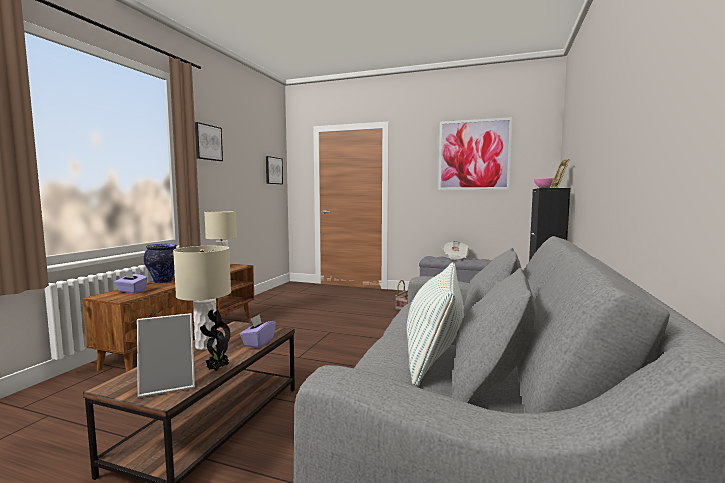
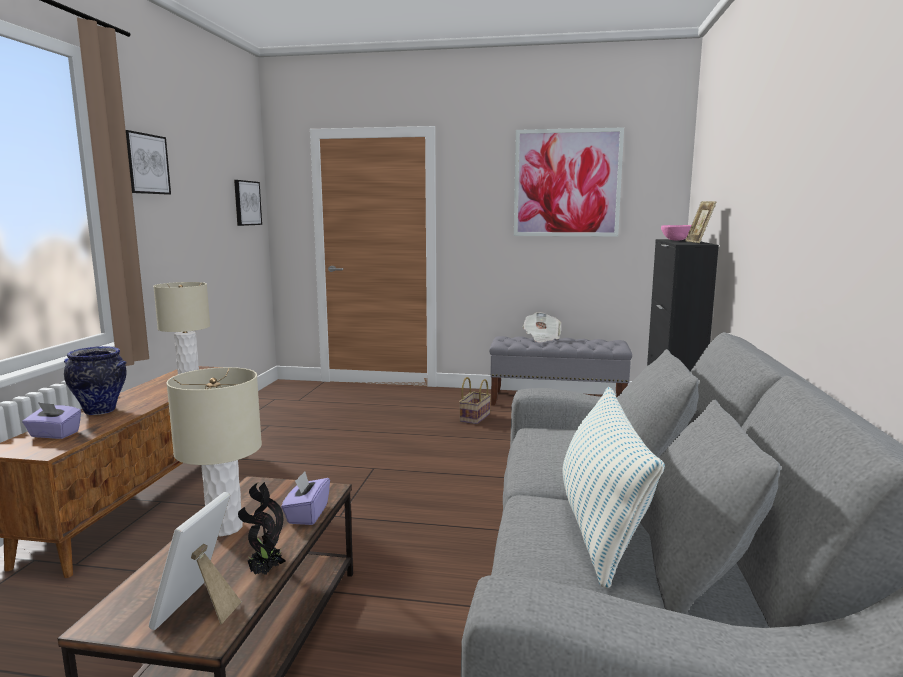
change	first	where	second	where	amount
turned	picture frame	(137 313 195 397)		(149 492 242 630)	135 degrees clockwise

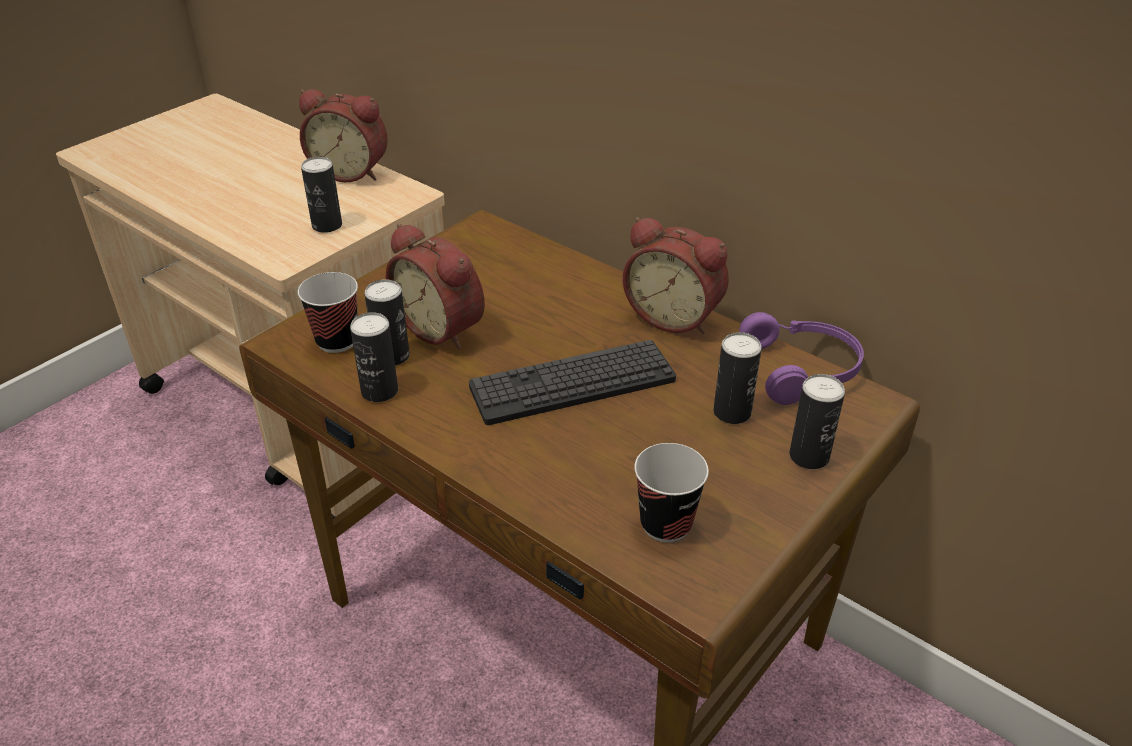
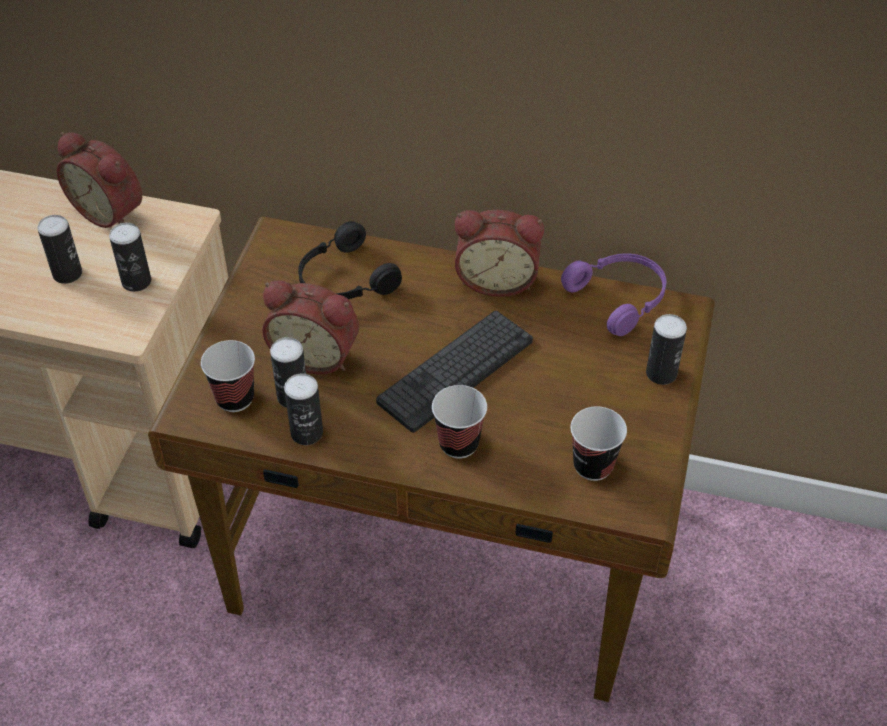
change	first	where	second	where	amount
turned	alarm clock	(299 89 388 182)		(57 132 142 228)	45 degrees clockwise
moved	can	(714 332 762 424)		(37 215 82 284)	
added			black headphones	(298 221 402 299)	
added			cup	(432 385 487 458)	

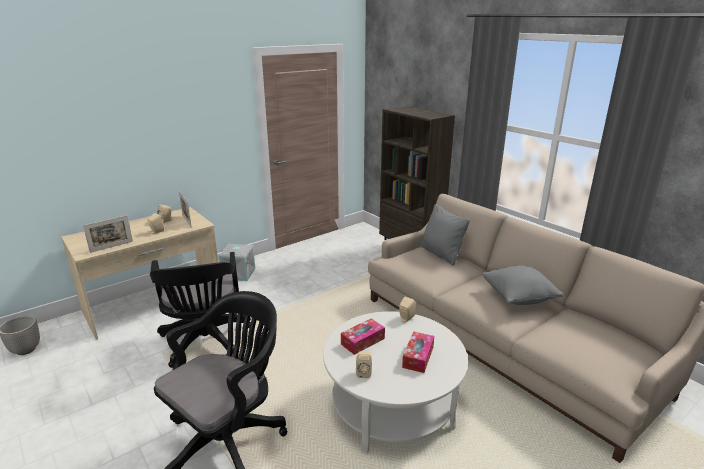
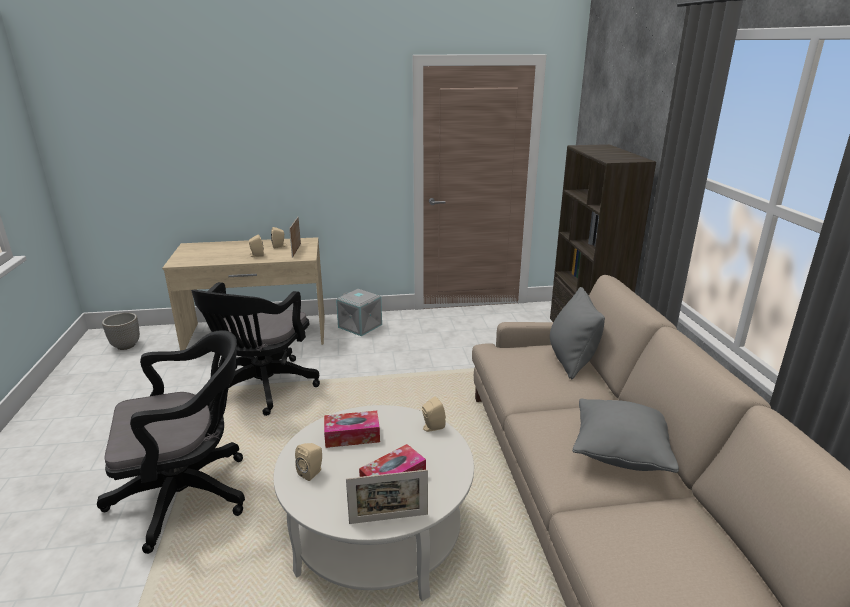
change	first	where	second	where	amount
moved	picture frame	(83 215 133 253)		(346 469 428 524)	

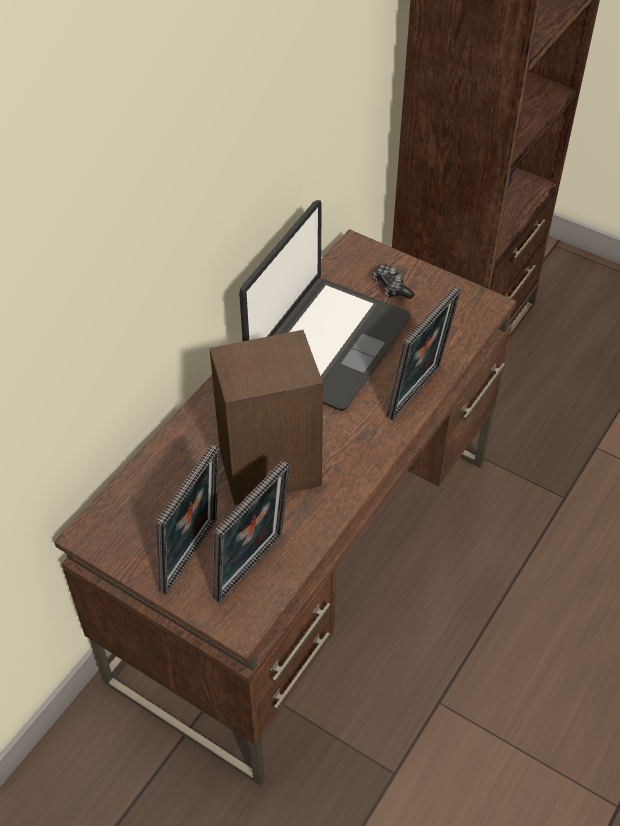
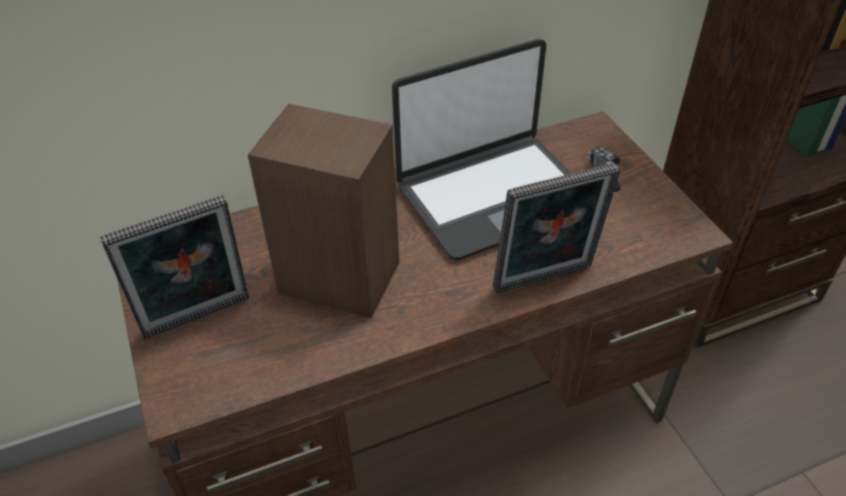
change	first	where	second	where	amount
removed	picture frame	(213 460 290 603)			

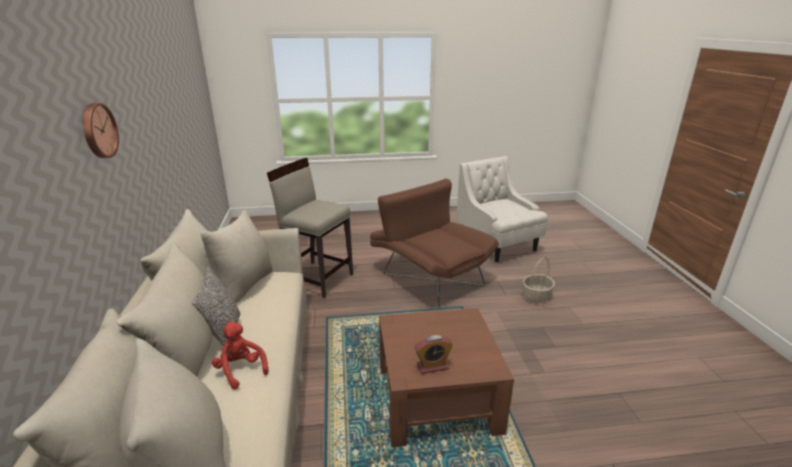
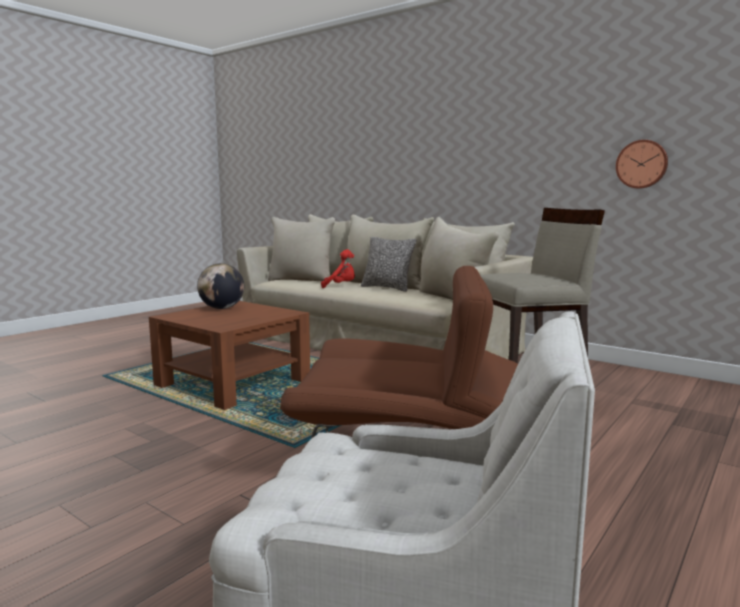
change	first	where	second	where	amount
moved	wall clock	(83 103 119 158)		(616 140 668 189)	
removed	basket	(522 257 555 302)			
replaced	alarm clock	(414 335 453 374)	globe	(197 263 244 309)	

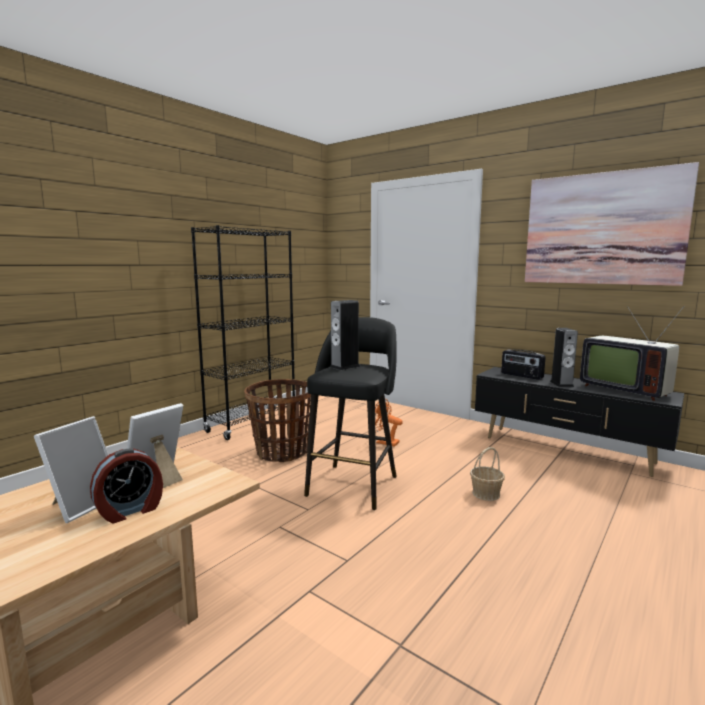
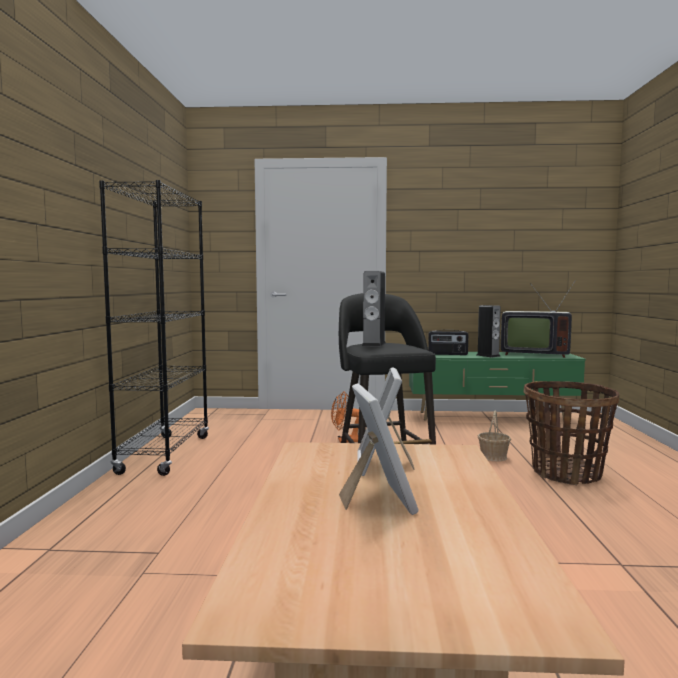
change	first	where	second	where	amount
removed	picture	(525 162 699 286)			
recoloured	black tv stand	(475 367 684 477)	green tv stand	(409 352 585 421)	
moved	basket	(244 379 311 462)		(524 381 619 485)	
removed	alarm clock	(90 448 163 523)			

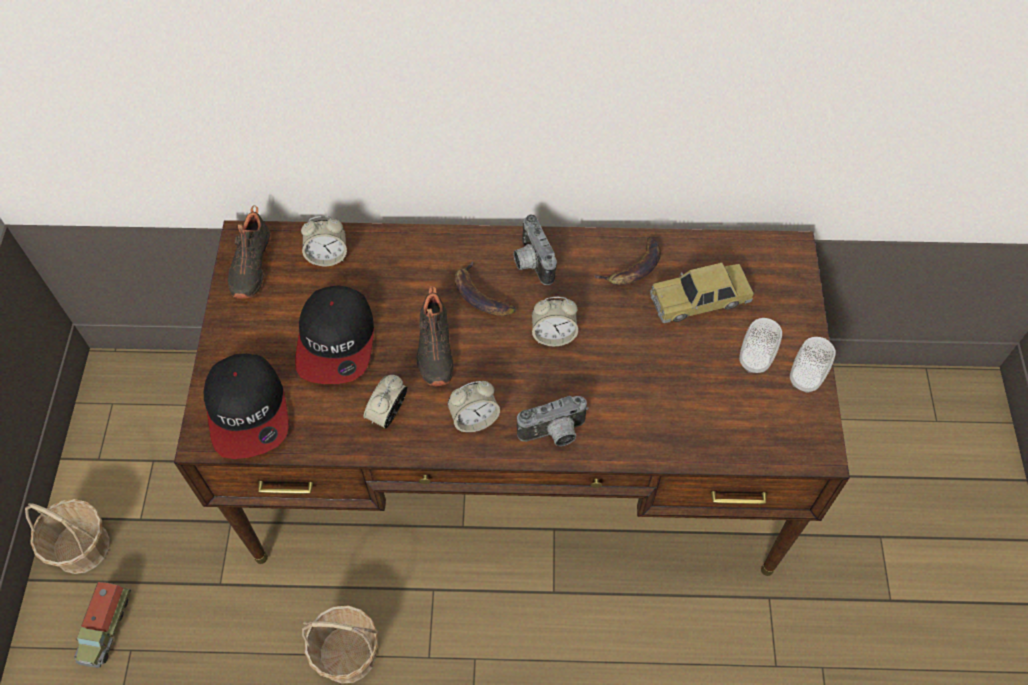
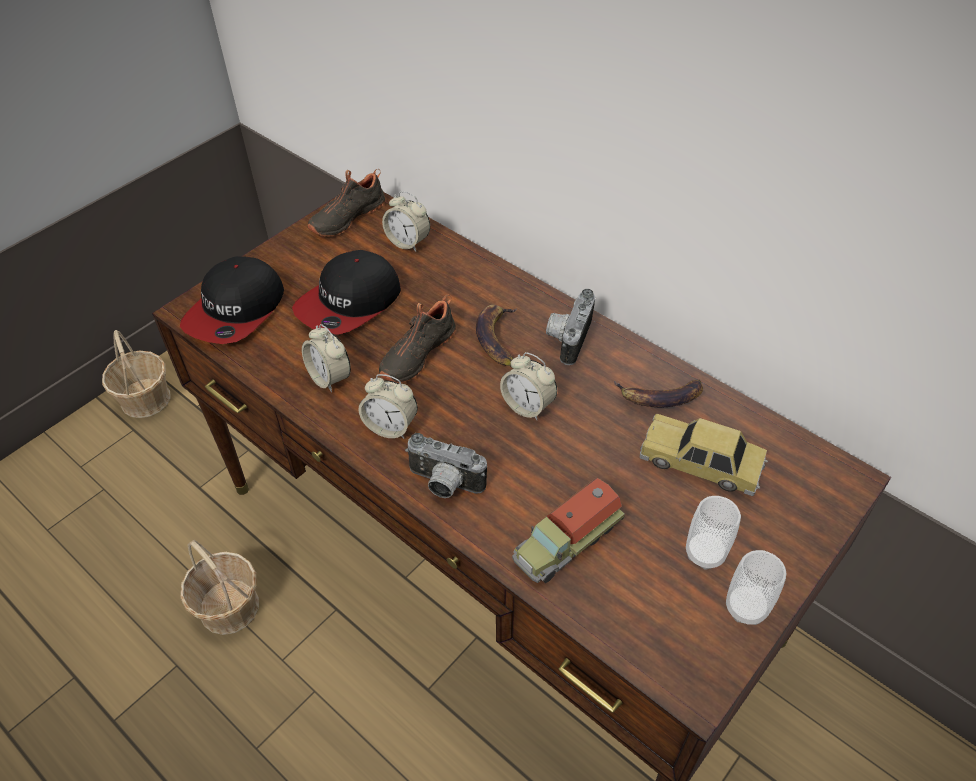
change	first	where	second	where	amount
turned	alarm clock	(363 375 408 429)		(302 324 351 392)	105 degrees counterclockwise
moved	toy truck	(74 582 131 668)		(512 478 625 583)	

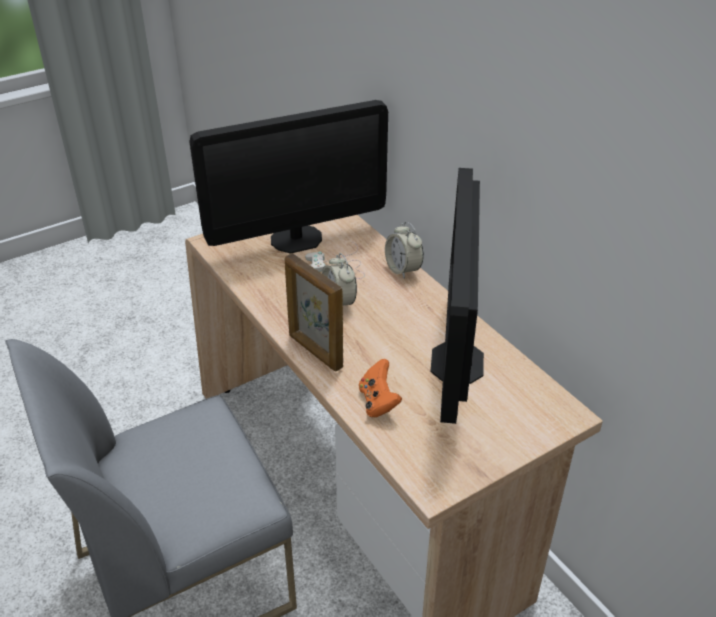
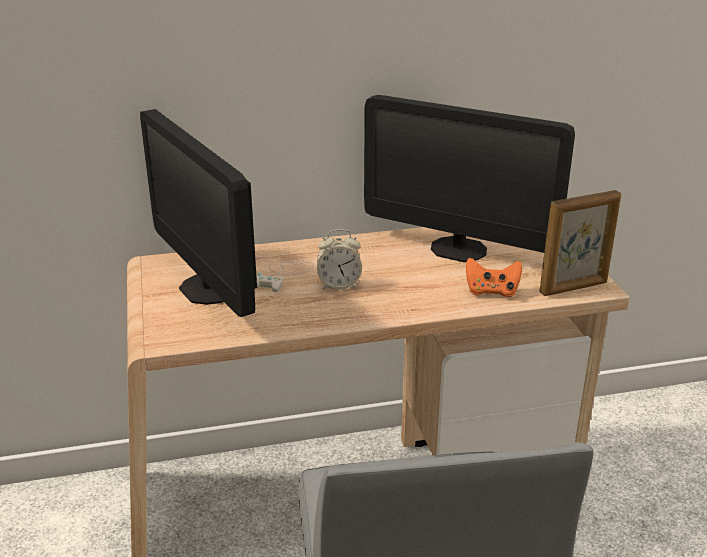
change	first	where	second	where	amount
turned	monitor	(189 100 388 254)		(140 109 257 317)	150 degrees clockwise
removed	alarm clock	(385 222 424 279)			
moved	picture frame	(285 253 343 371)		(539 190 621 296)	

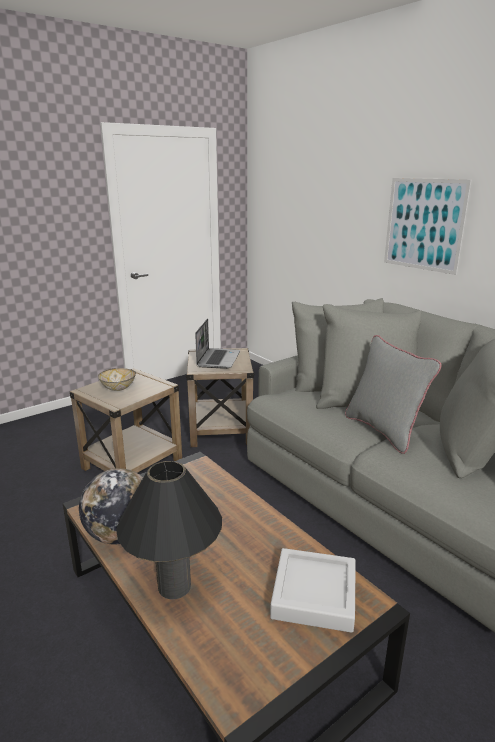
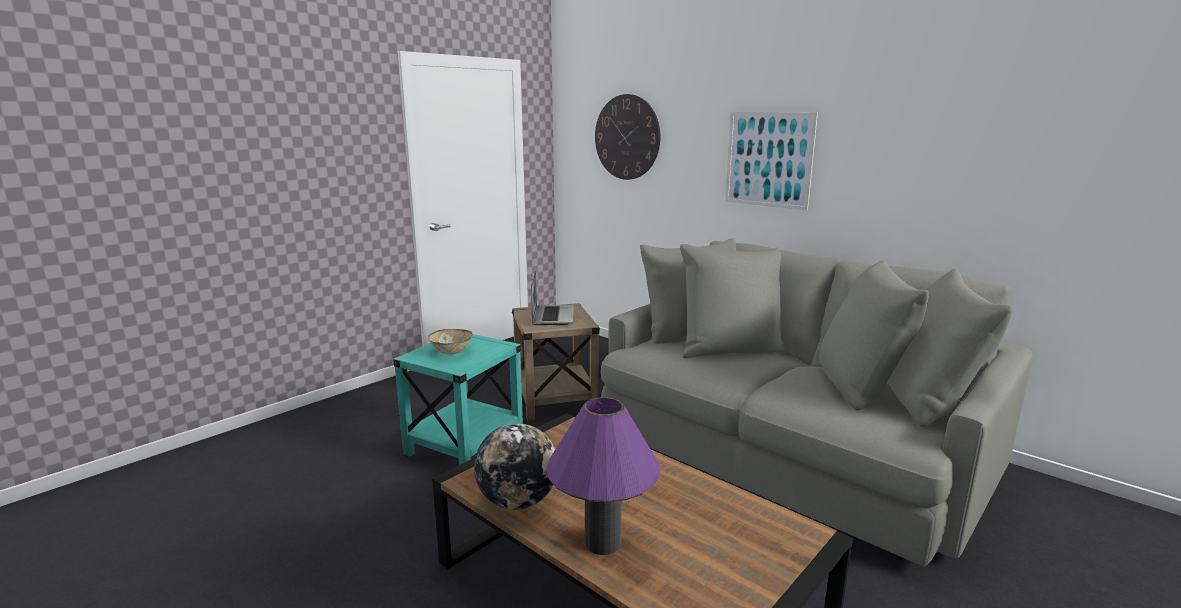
change	first	where	second	where	amount
removed	grey pillow	(345 335 442 454)			
recoloured	beige side table	(70 368 182 473)	turquoise side table	(393 334 523 465)	
recoloured	black table lamp	(116 461 222 599)	purple table lamp	(546 397 660 555)	
removed	grey tray	(270 548 356 633)			
added			wall clock	(595 94 660 180)	

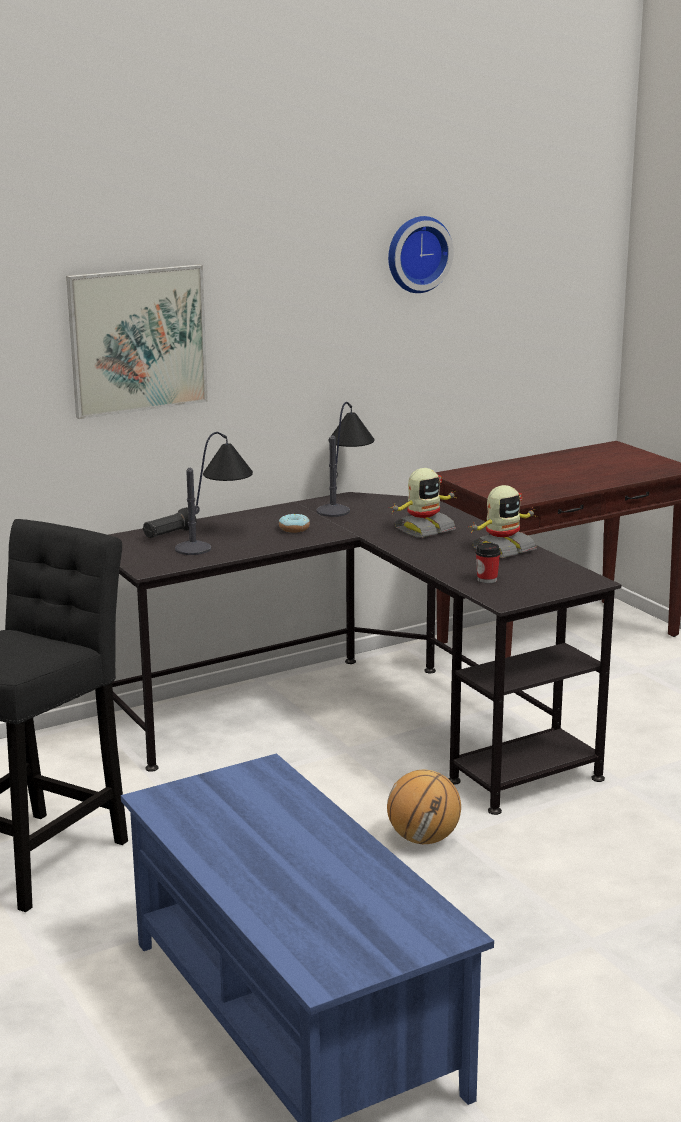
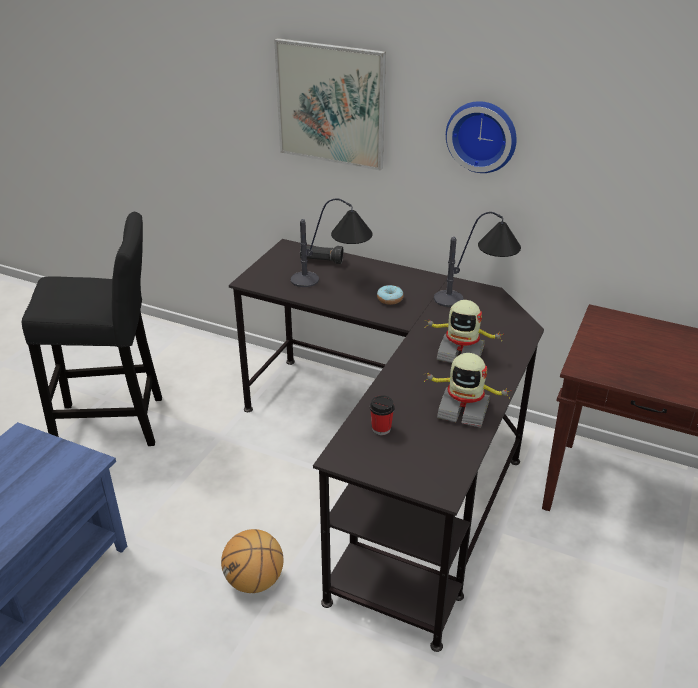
change	first	where	second	where	amount
moved	wall clock	(388 216 454 293)		(446 101 517 173)	

